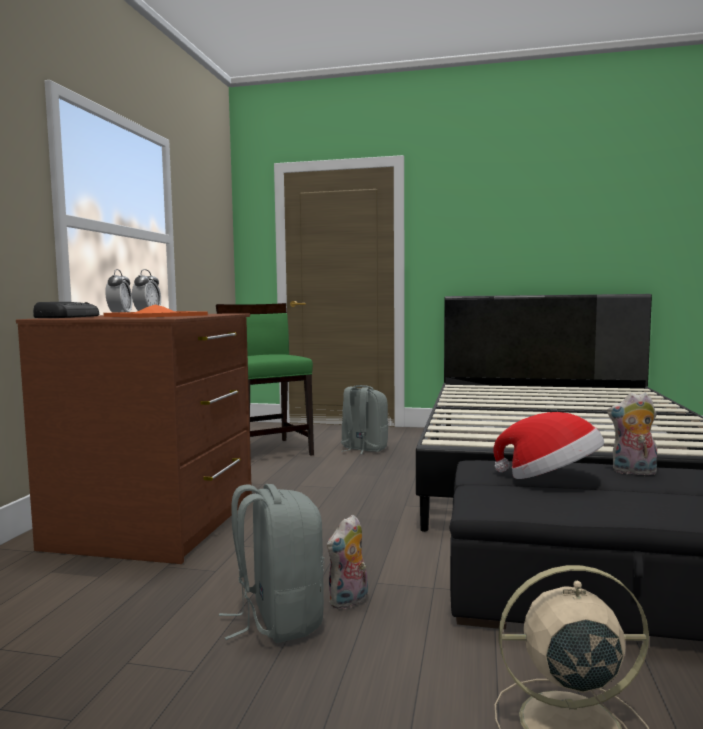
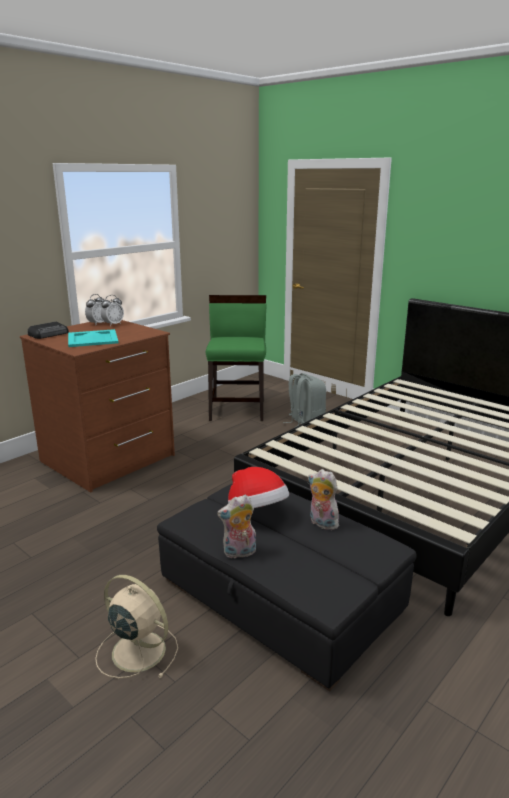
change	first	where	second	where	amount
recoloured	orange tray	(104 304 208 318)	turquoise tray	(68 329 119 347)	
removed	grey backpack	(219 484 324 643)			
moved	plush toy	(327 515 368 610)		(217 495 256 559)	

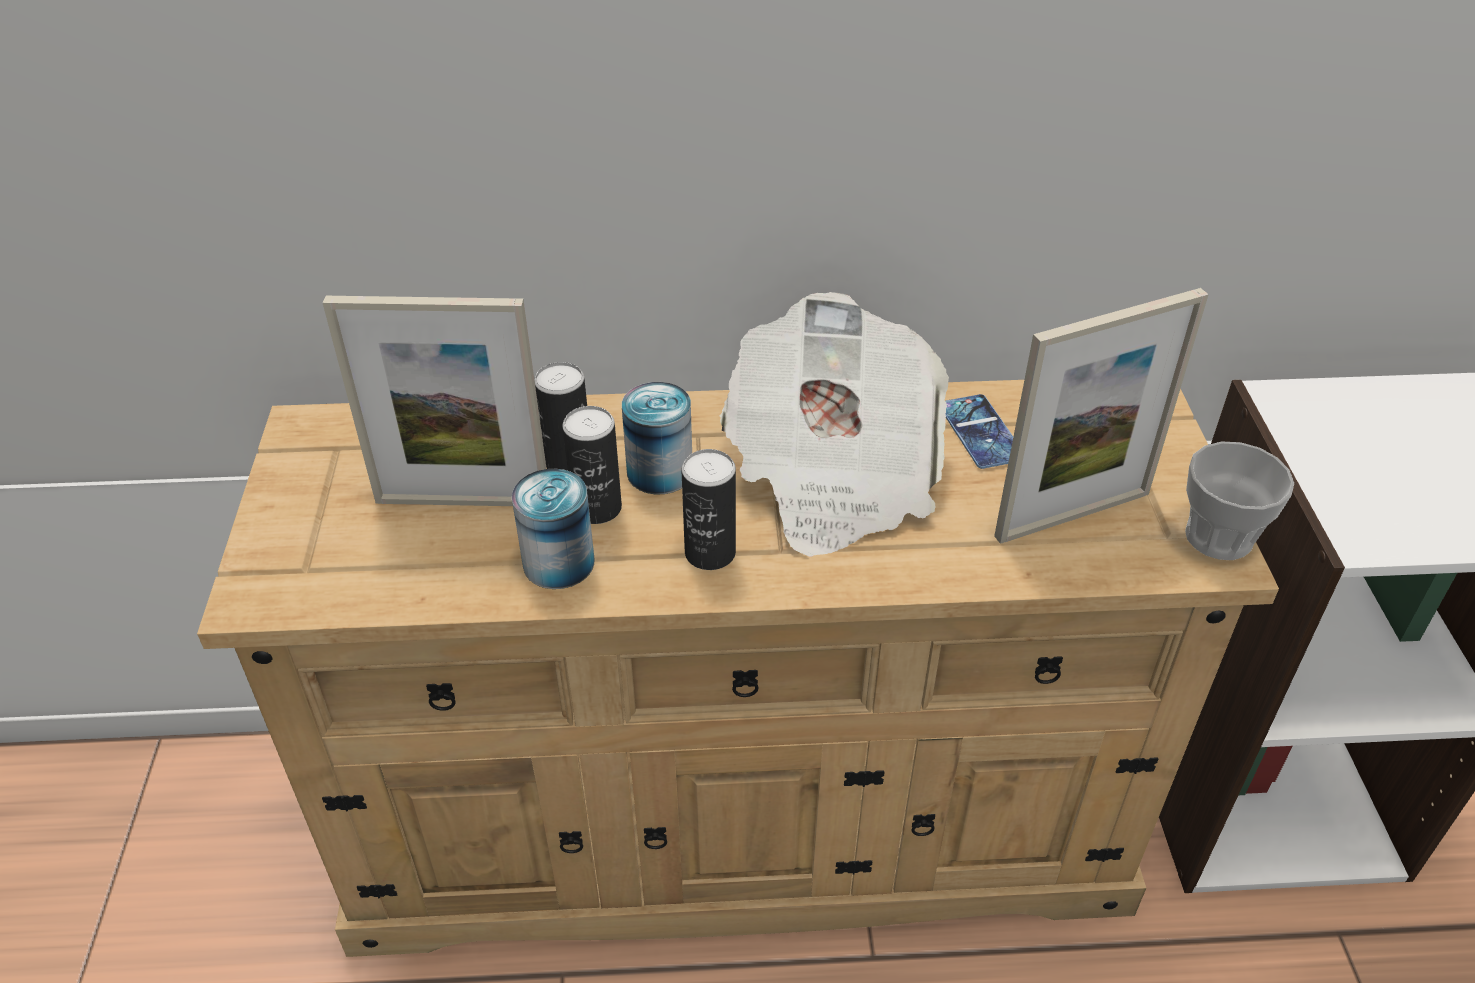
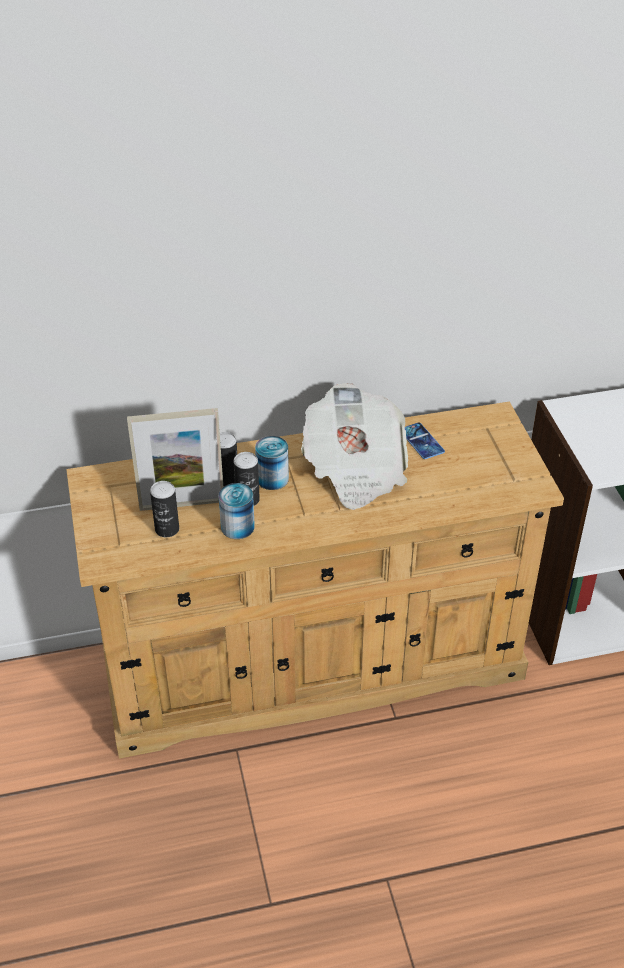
change	first	where	second	where	amount
removed	picture frame	(994 288 1209 544)			
removed	cup	(1185 441 1294 560)			
moved	can	(681 449 736 570)		(150 481 179 537)	

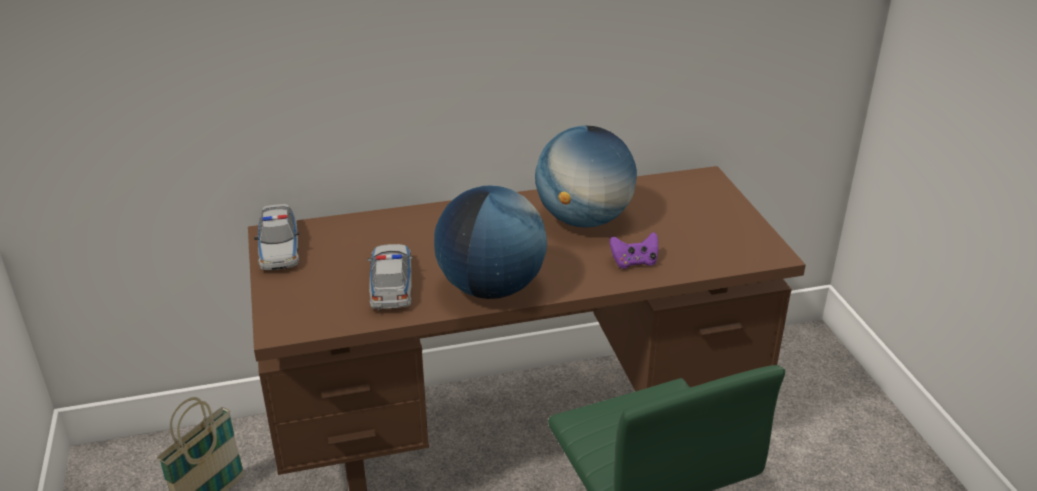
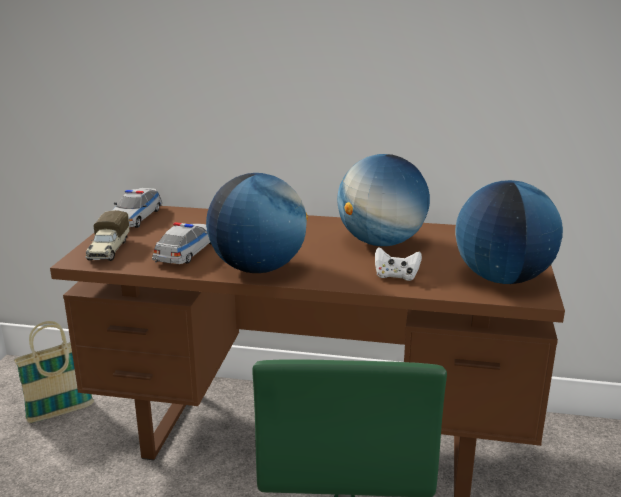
change	first	where	second	where	amount
recoloured	purple game controller	(610 232 658 269)	white game controller	(375 247 422 281)	
added			globe	(455 180 563 284)	
added			toy truck	(86 210 130 261)	

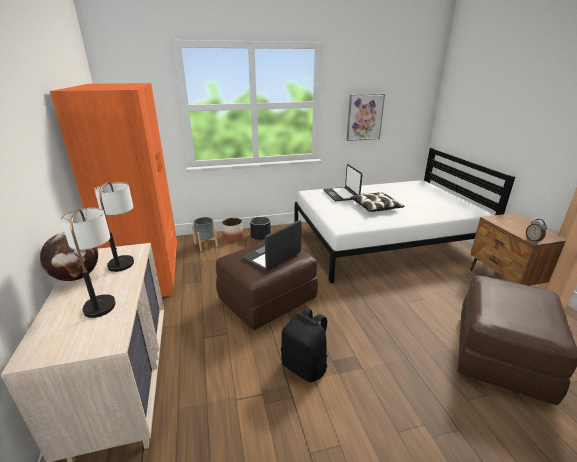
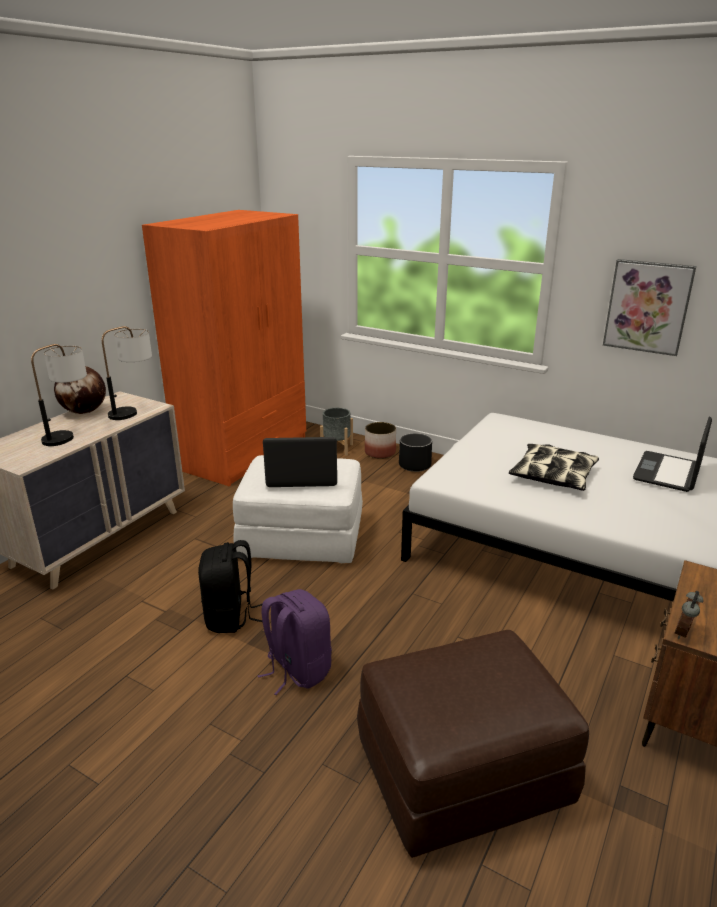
change	first	where	second	where	amount
moved	laptop	(323 164 362 201)		(633 417 712 492)	
recoloured	brown ottoman	(216 241 318 330)	white ottoman	(233 455 363 563)	
added			purple backpack	(258 589 332 695)	

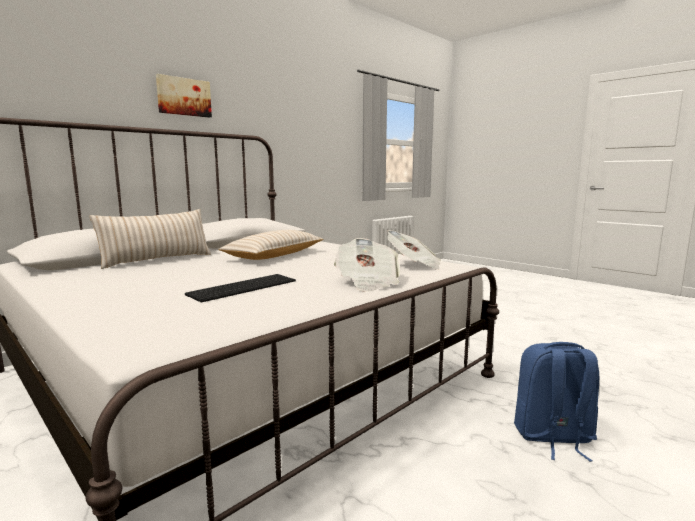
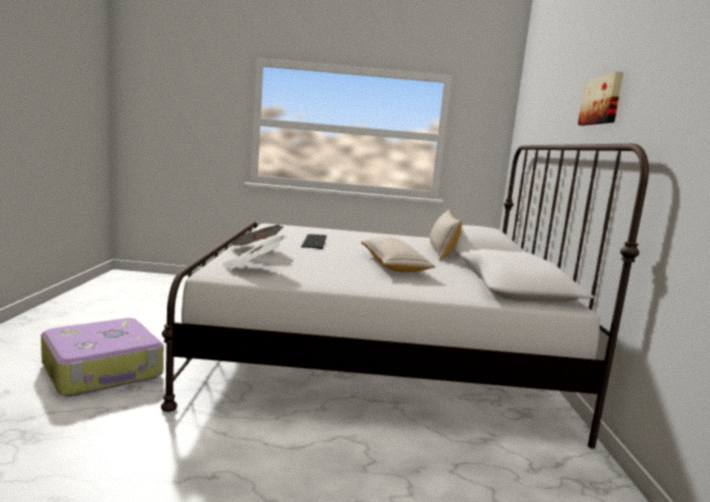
change	first	where	second	where	amount
replaced	blue backpack	(514 342 599 462)	suitcase	(41 318 164 397)	

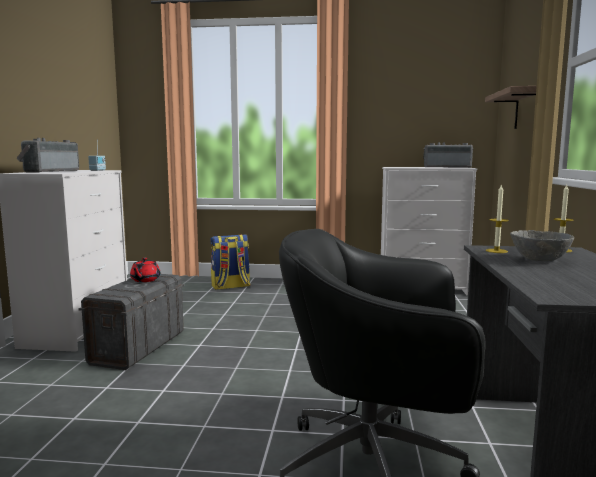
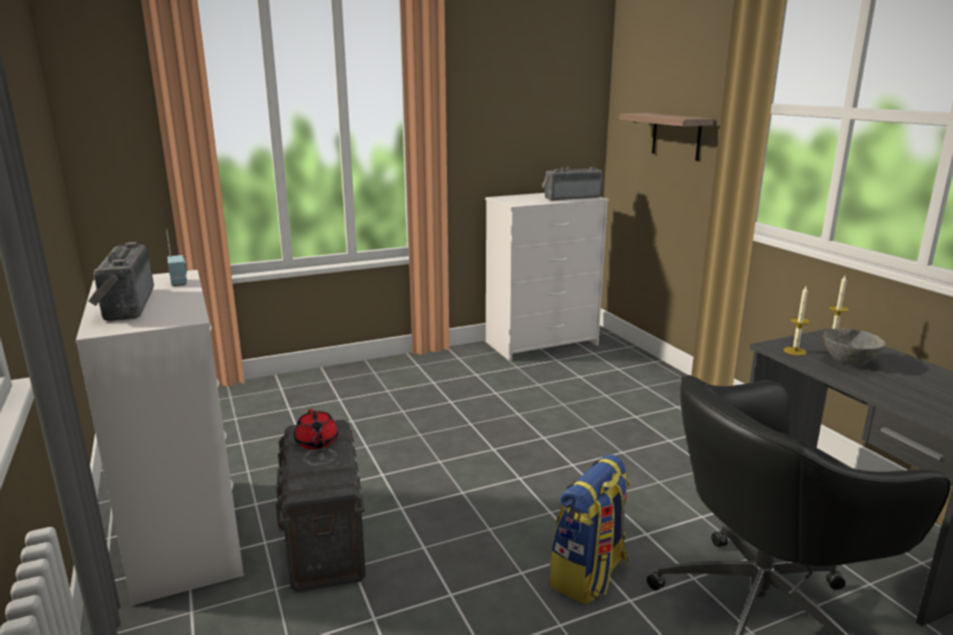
change	first	where	second	where	amount
moved	backpack	(210 234 251 290)		(549 454 630 604)	

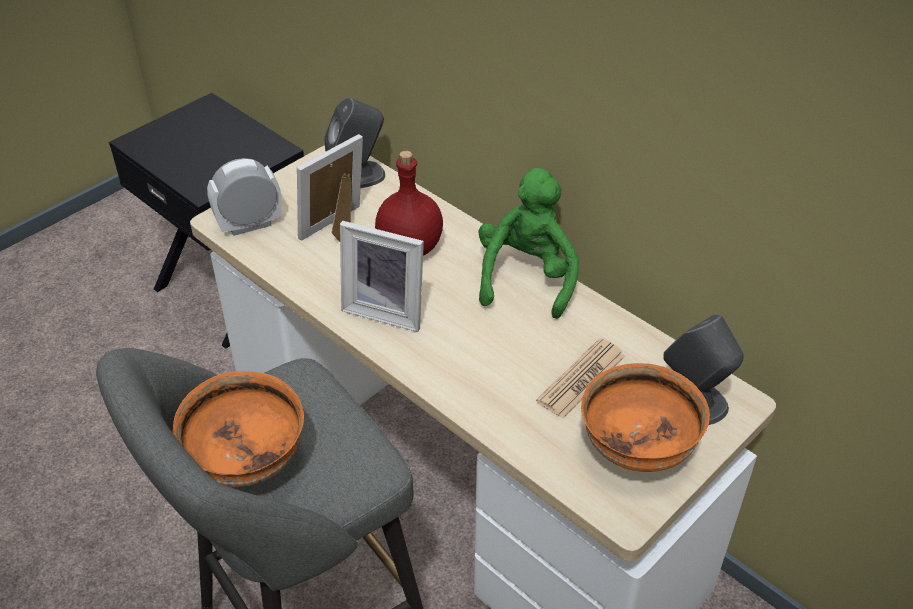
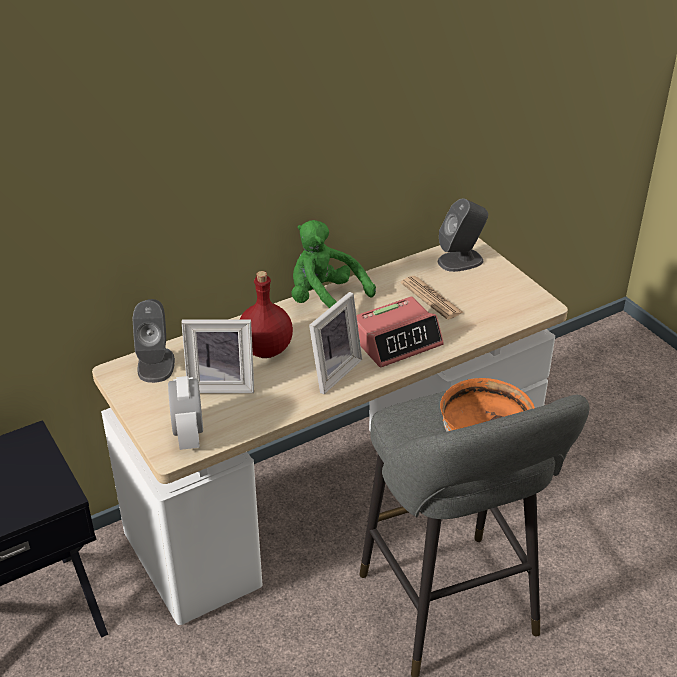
change	first	where	second	where	amount
turned	picture frame	(297 134 363 242)		(182 319 254 393)	60 degrees counterclockwise
removed	orange bowl	(581 363 710 472)			
added			alarm clock	(356 297 444 368)	

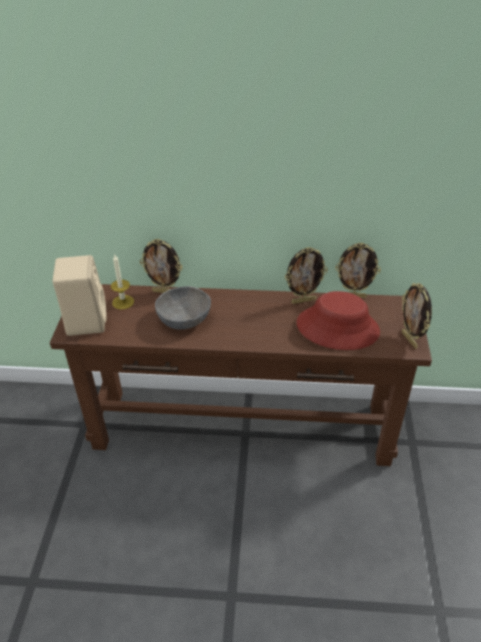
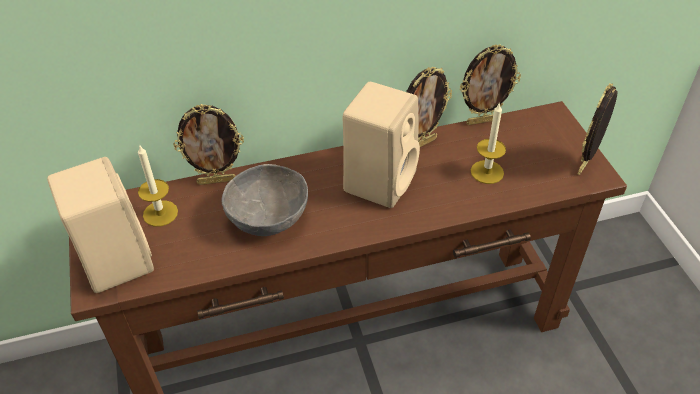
change	first	where	second	where	amount
turned	picture frame	(402 283 432 349)		(578 83 617 175)	75 degrees clockwise
replaced	red hat	(297 291 380 350)	candle	(471 102 506 184)	
added			beige speaker	(343 82 420 208)	

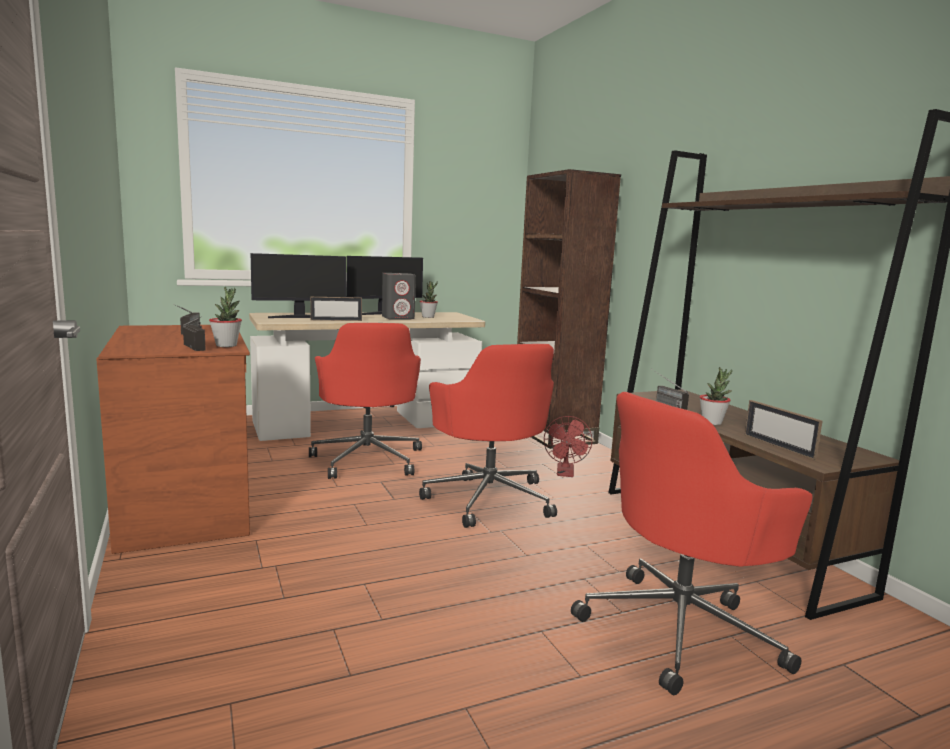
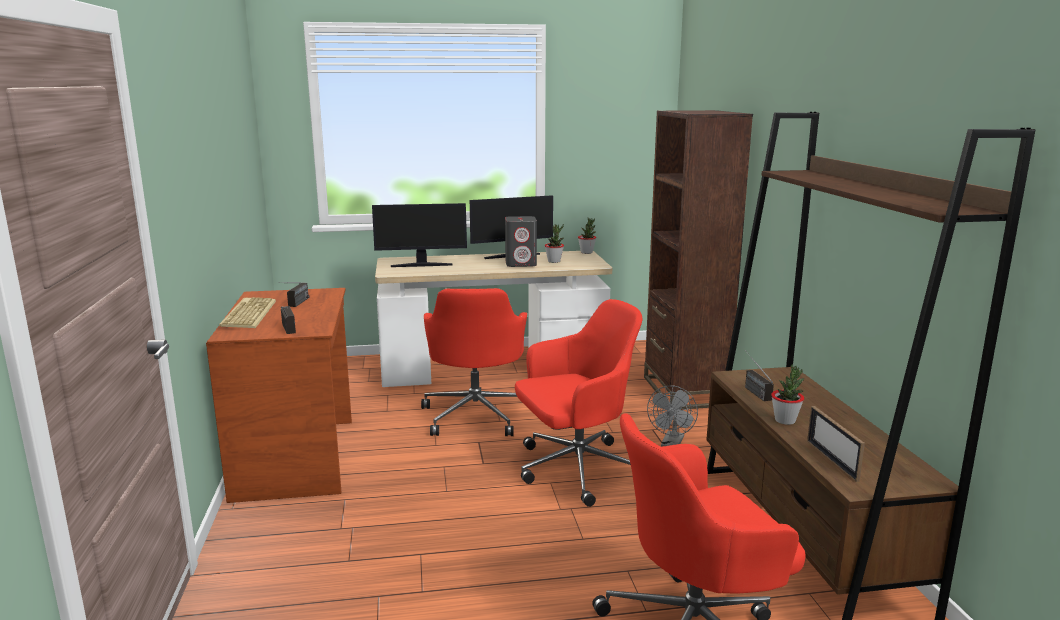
change	first	where	second	where	amount
moved	potted plant	(209 287 242 347)		(578 217 596 254)	
removed	picture frame	(310 297 362 321)			
turned	red office chair	(419 344 557 528)		(515 299 642 507)	105 degrees counterclockwise
recoloured	red fan	(544 416 592 477)	grey fan	(647 386 698 447)	
added			keyboard	(219 297 276 328)	

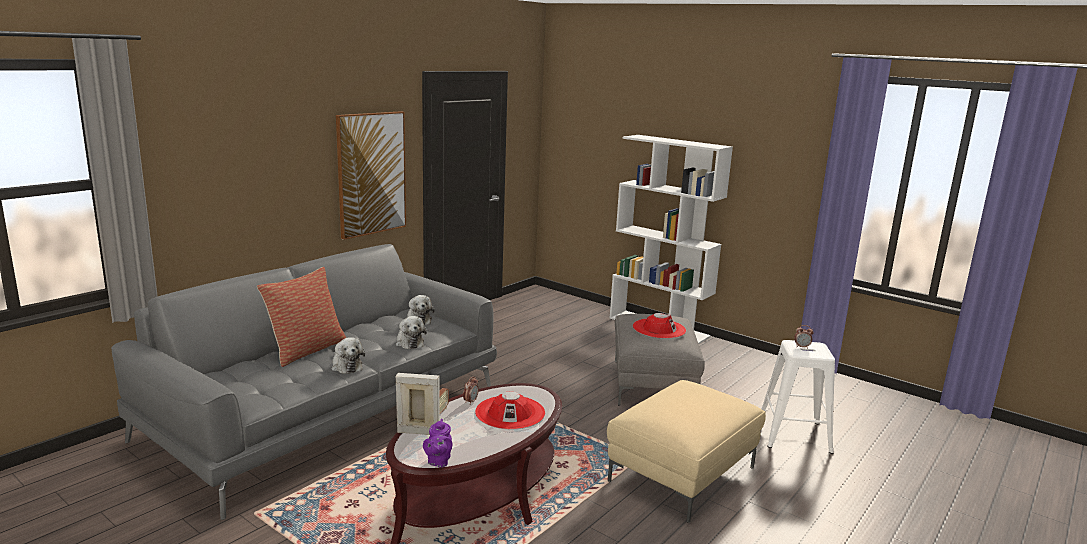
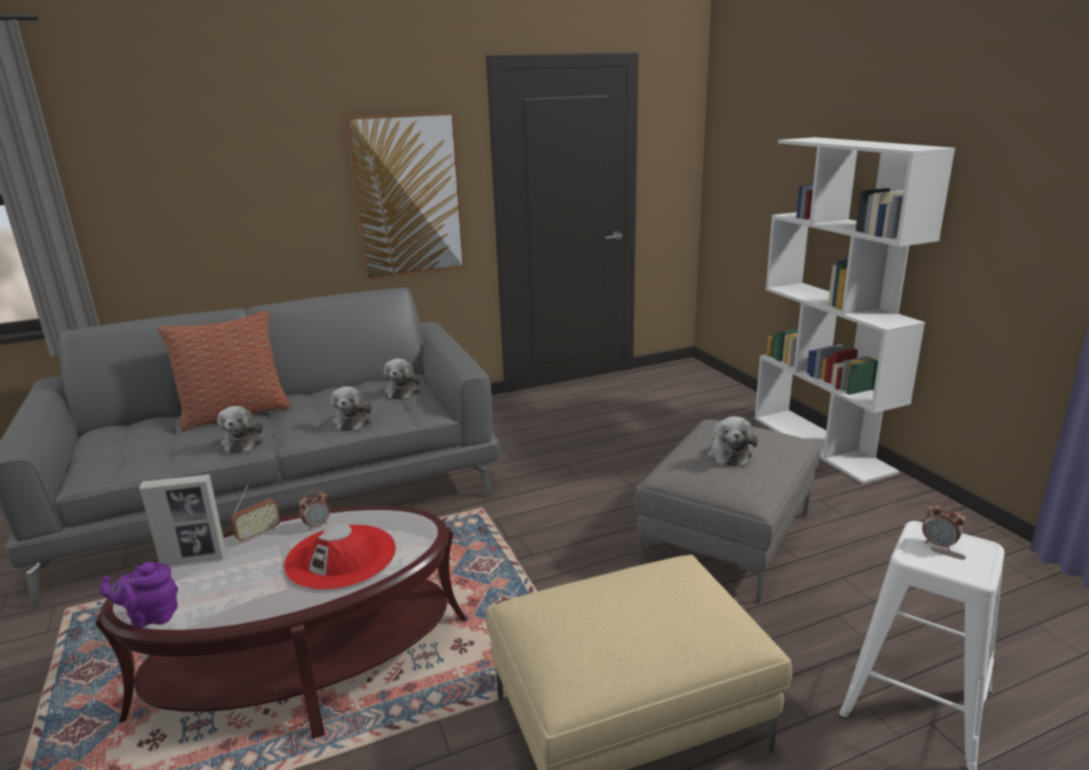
change	first	where	second	where	amount
replaced	red hat	(633 313 686 338)	plush toy	(708 416 758 466)	
turned	picture frame	(395 373 440 435)		(139 474 226 566)	135 degrees clockwise
turned	purple teapot	(423 419 452 468)		(99 562 178 628)	45 degrees clockwise

